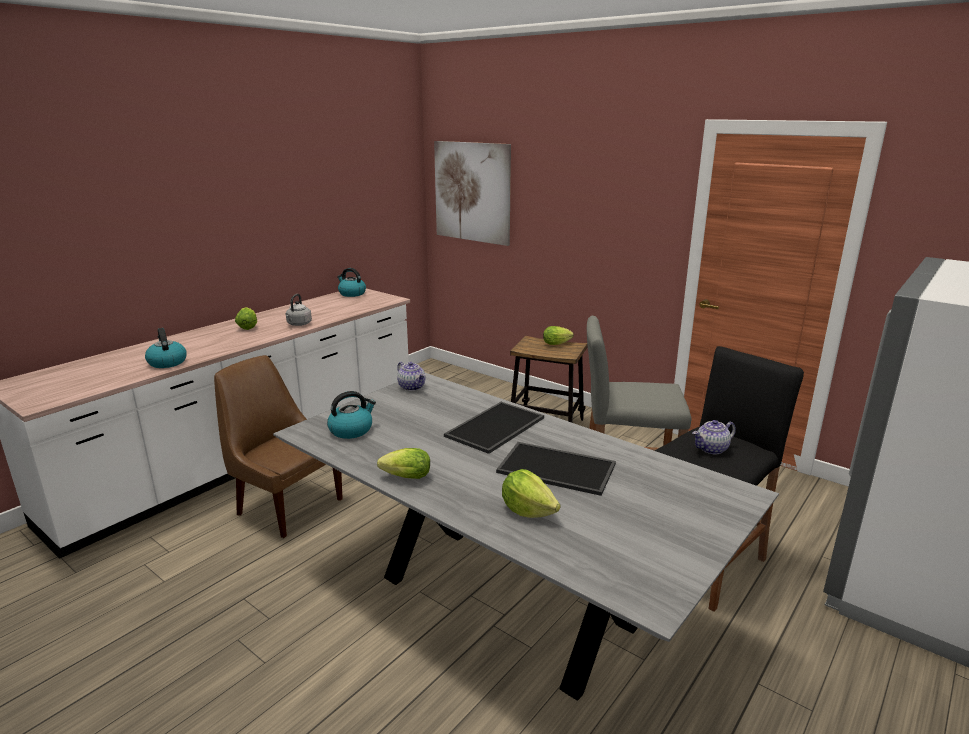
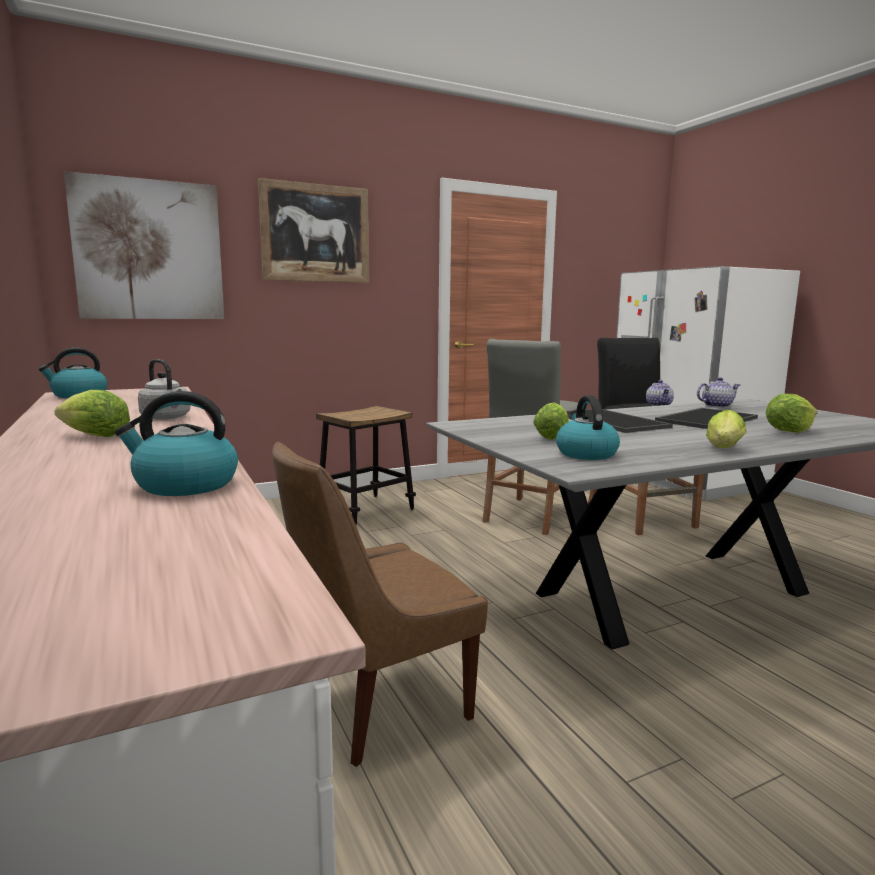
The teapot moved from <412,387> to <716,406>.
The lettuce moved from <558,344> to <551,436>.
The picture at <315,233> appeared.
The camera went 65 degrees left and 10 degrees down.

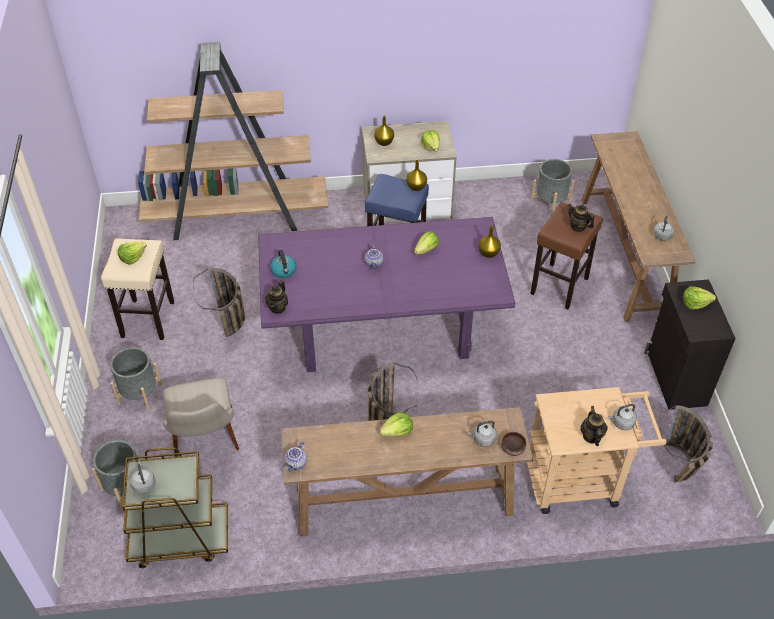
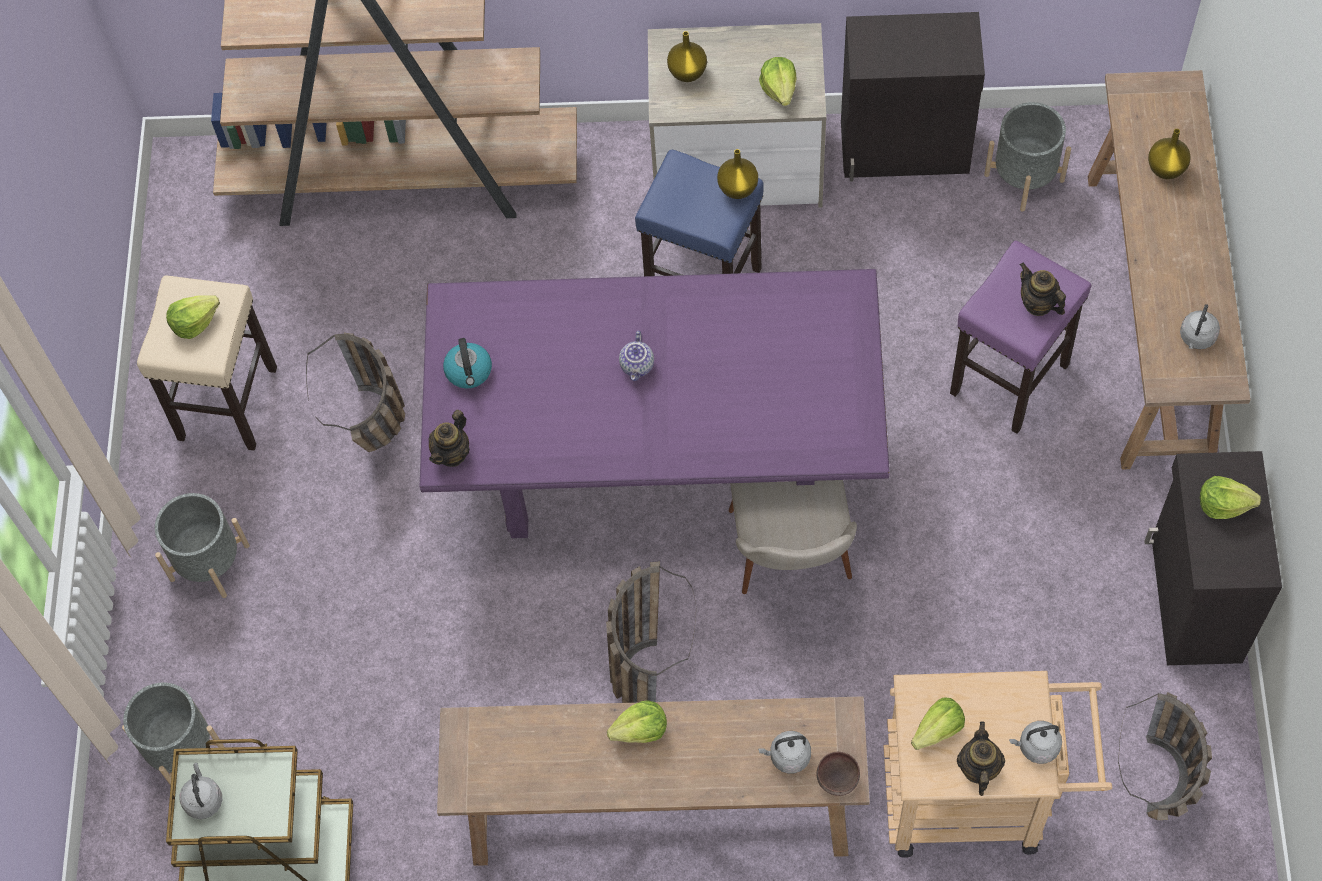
The beige chair moved from <206,445> to <793,565>.
The teapot at <296,463> disappeared.
The lettuce moved from <426,250> to <938,730>.
The yellow vase moved from <489,253> to <1166,169>.
The brown stool at <559,286> became the purple stool at <1008,380>.
The black cabinet at <905,149> appeared.
The camera went 10 degrees right and 15 degrees up.

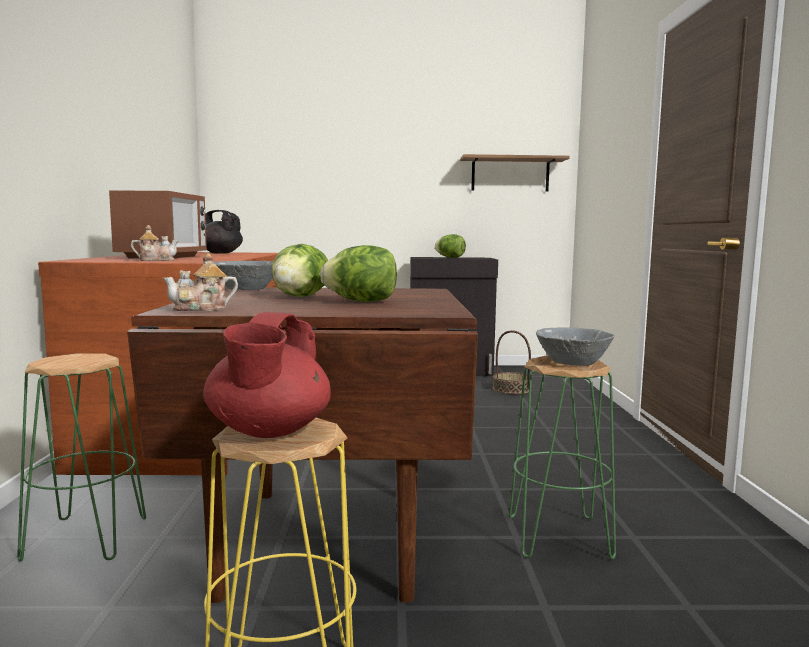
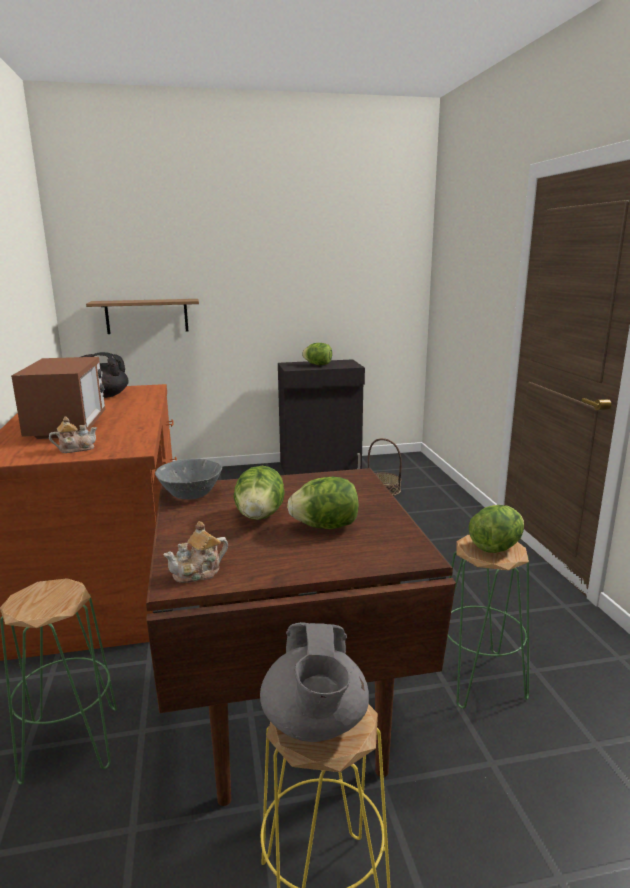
The red teapot at <268,432> became the grey teapot at <315,723>.
The shelf moved from <510,174> to <147,316>.
The grey bowl at <572,362> was replaced by the lettuce at <495,547>.
The camera went 10 degrees left and 10 degrees up.

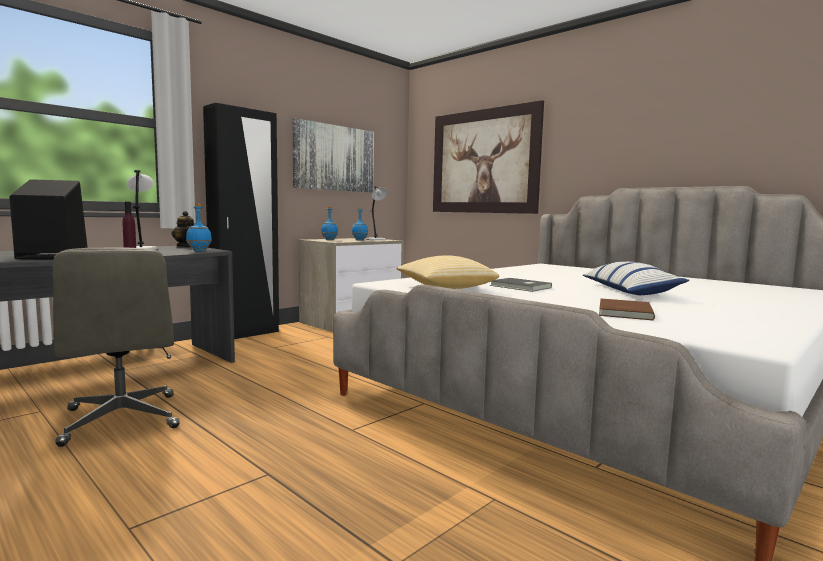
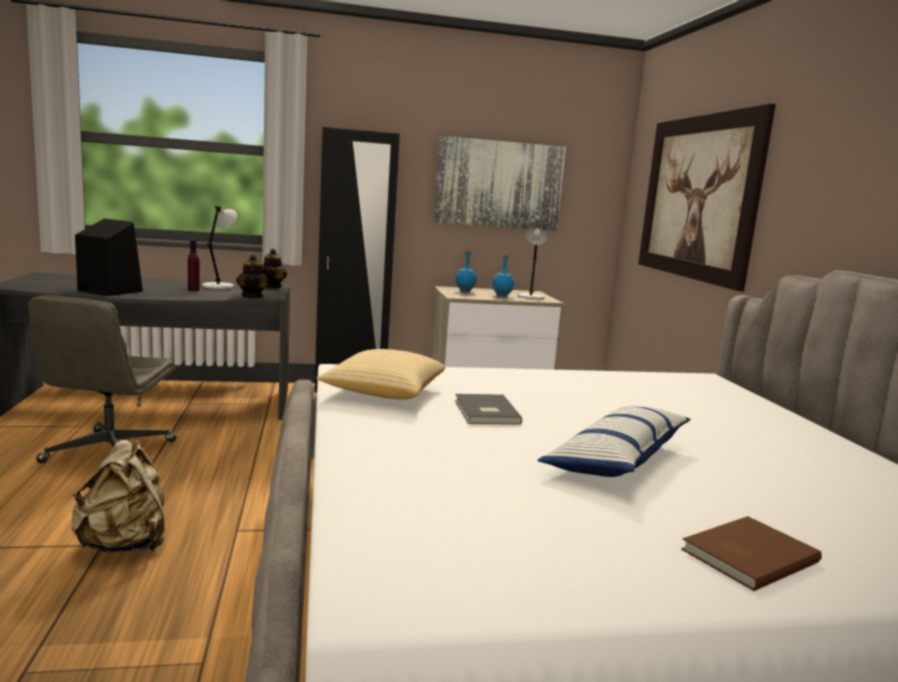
The blue bottle at <199,251> was replaced by the teapot at <252,296>.
The brown book moved from <623,312> to <745,554>.
The beige backpack at <124,545> appeared.
The camera went 35 degrees right and 5 degrees up.

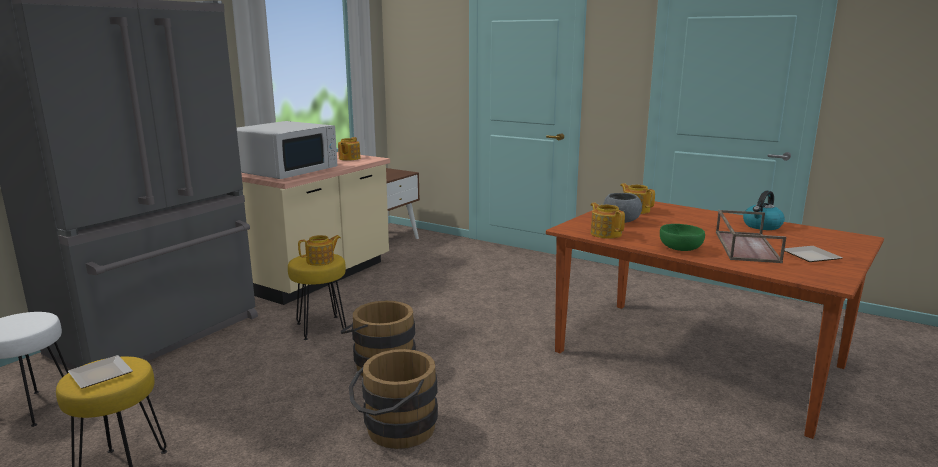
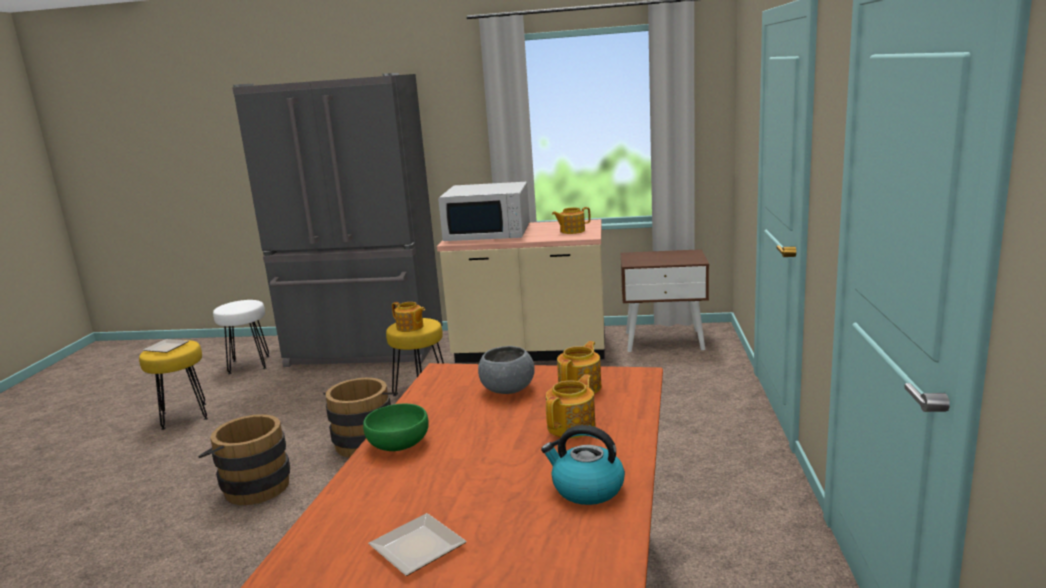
The teapot moved from <606,233> to <572,426>.
The brown tray at <745,246> disappeared.
The camera went 65 degrees right and 0 degrees up.

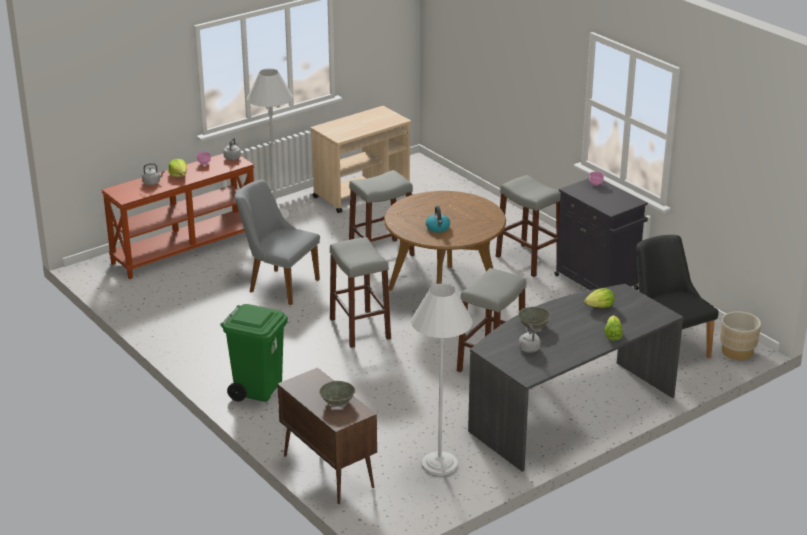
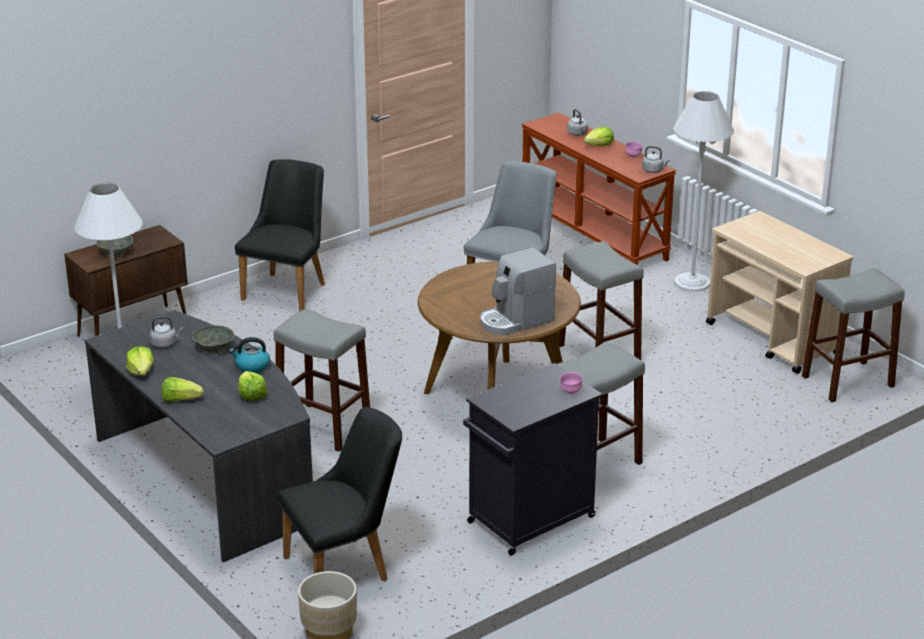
The green trash can at <258,390> was replaced by the black chair at <289,288>.
The grey stool moved from <360,328> to <848,381>.
The kettle moved from <438,228> to <252,366>.
The lettuce at <141,371> appeared.
The coffee machine at <515,320> appeared.
The camera went 90 degrees right and 0 degrees up.

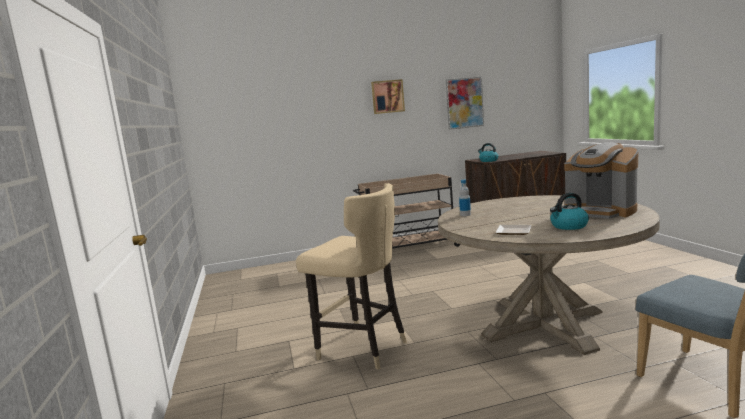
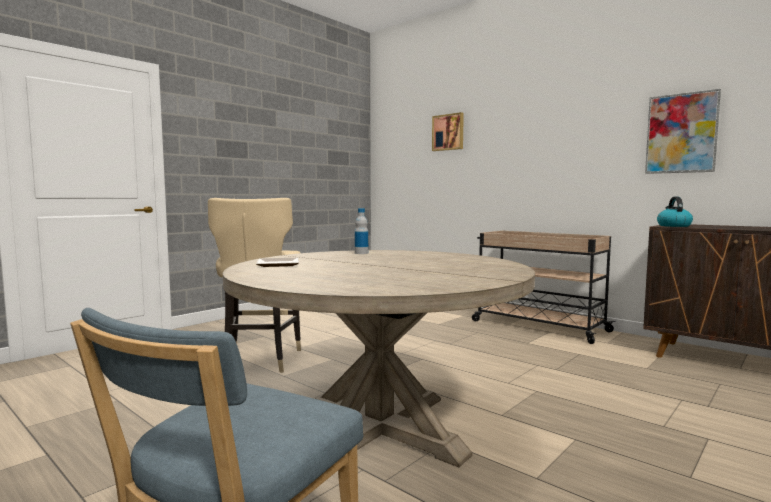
The picture moved from <387,96> to <448,132>.
The kettle at <568,226> disappeared.
The coffee machine at <600,212> disappeared.
The camera went 55 degrees right and 5 degrees down.

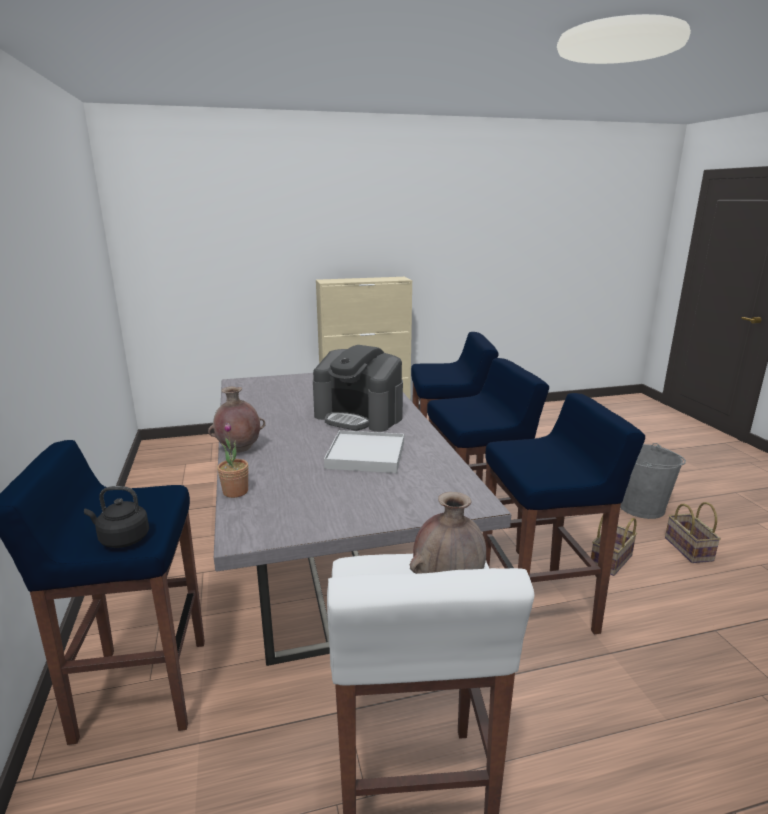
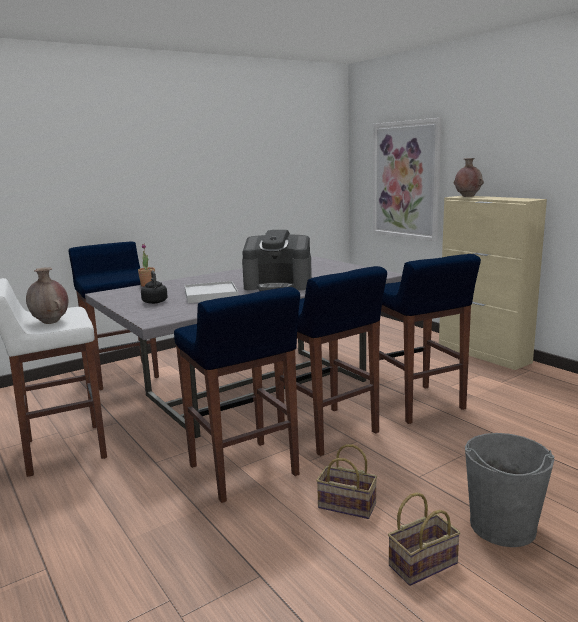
The black kettle moved from <122,539> to <155,301>.
The brown vase moved from <239,449> to <467,196>.
The coffee machine at <359,416> turned 90 degrees counterclockwise.
The picture at <406,180> appeared.
The camera went 70 degrees right and 5 degrees down.

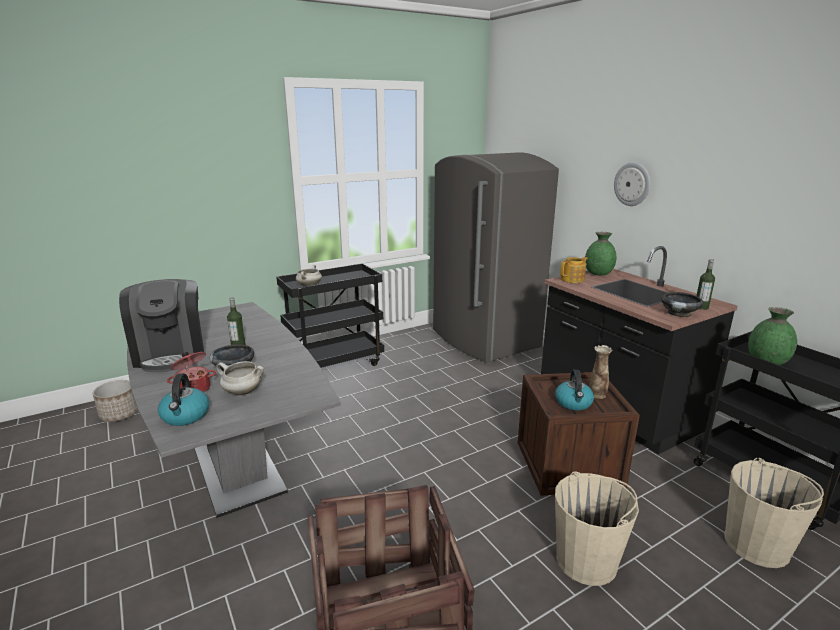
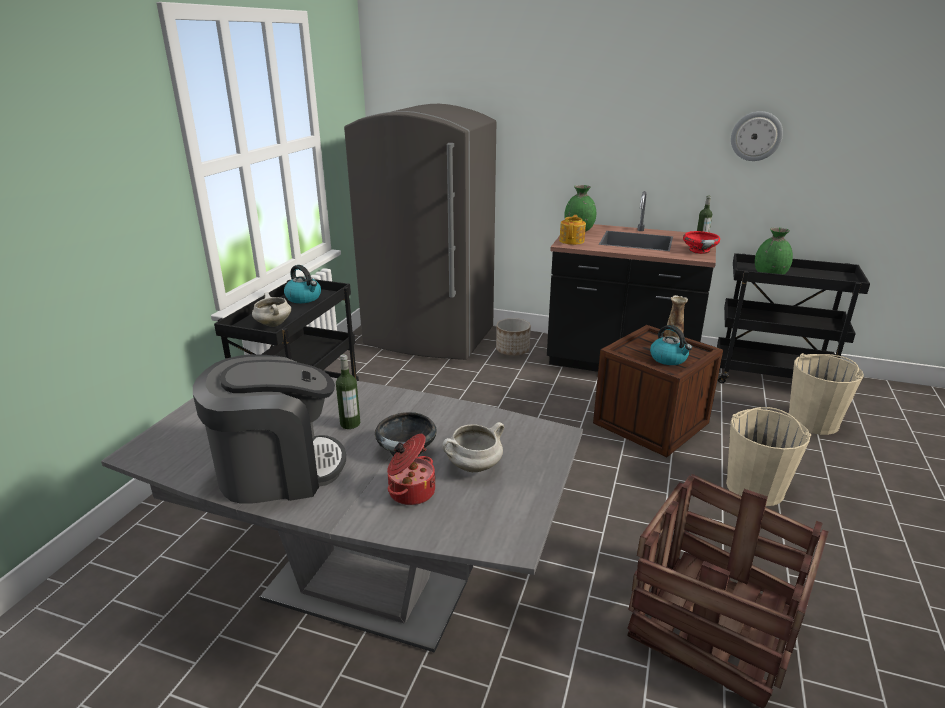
The planter moved from <119,414> to <512,350>.
The coffee machine at <171,354> turned 45 degrees counterclockwise.
The kettle moved from <185,416> to <304,298>.
The wall clock moved from <632,184> to <756,136>.
The black bowl at <679,313> became the red bowl at <699,251>.
The camera went 40 degrees left and 5 degrees up.

